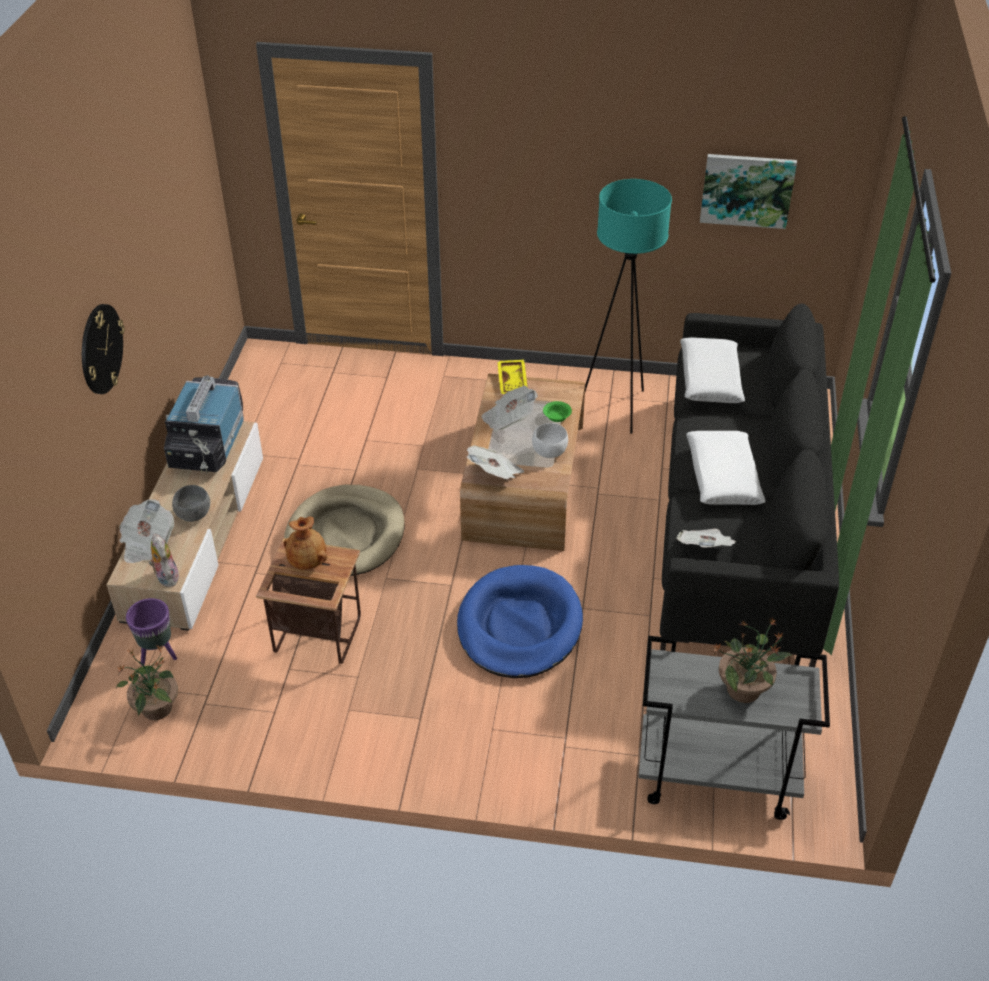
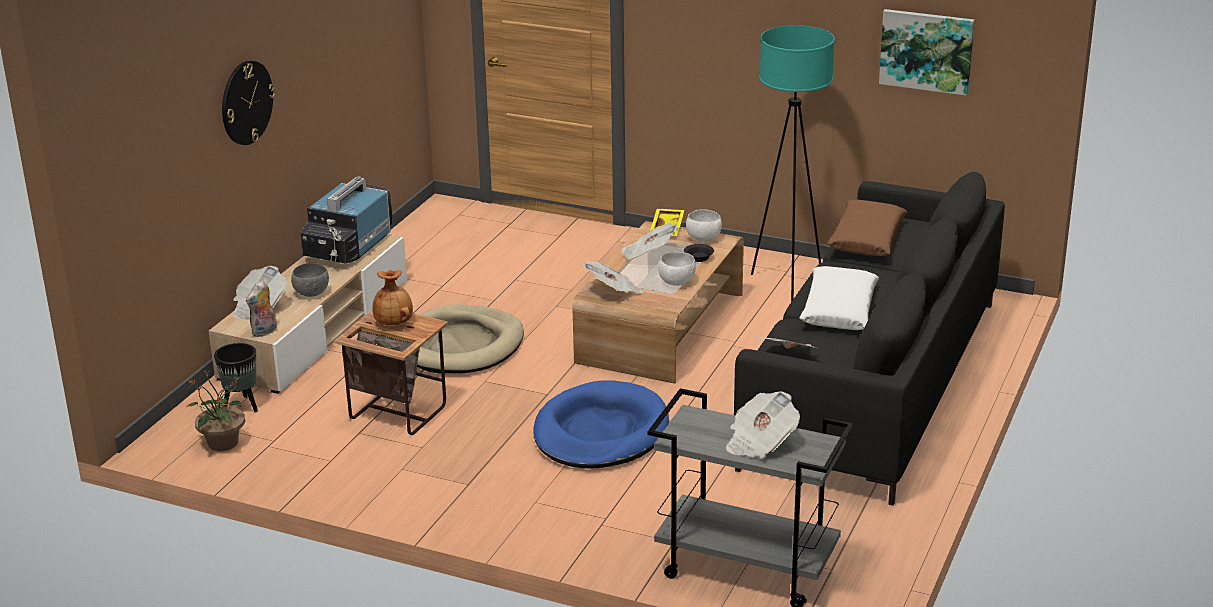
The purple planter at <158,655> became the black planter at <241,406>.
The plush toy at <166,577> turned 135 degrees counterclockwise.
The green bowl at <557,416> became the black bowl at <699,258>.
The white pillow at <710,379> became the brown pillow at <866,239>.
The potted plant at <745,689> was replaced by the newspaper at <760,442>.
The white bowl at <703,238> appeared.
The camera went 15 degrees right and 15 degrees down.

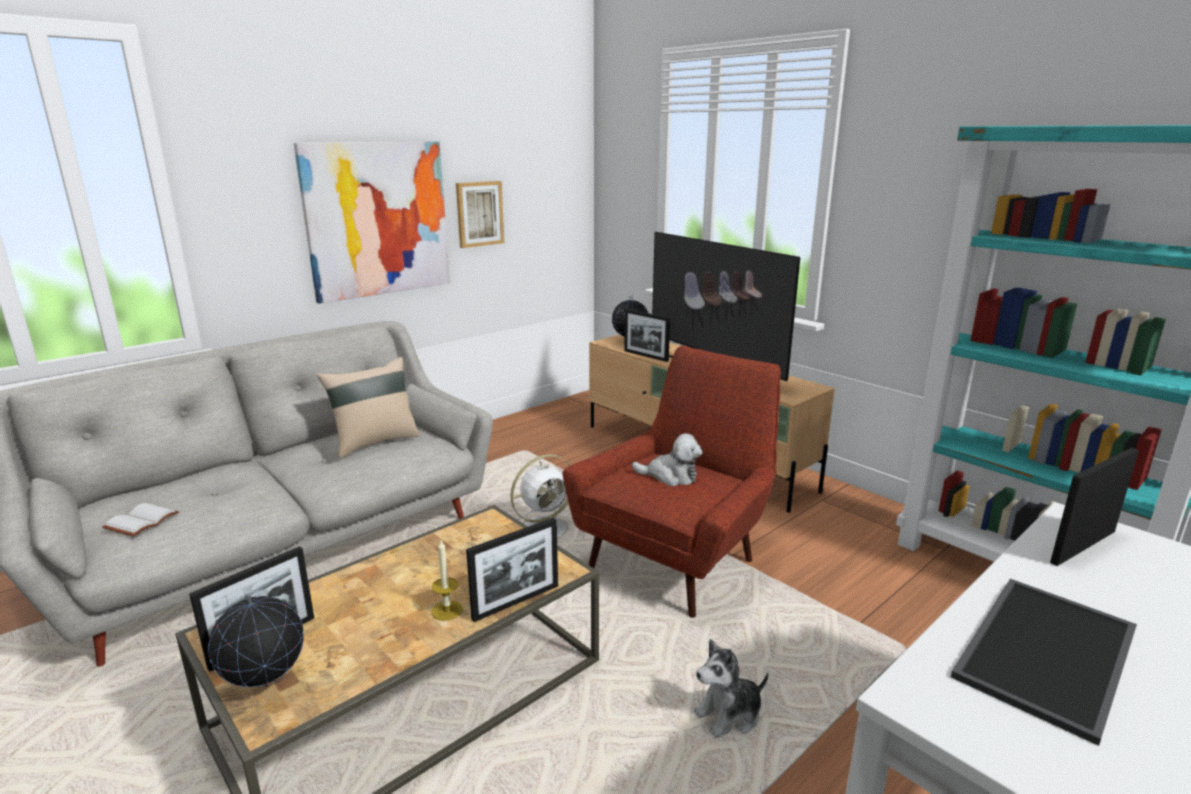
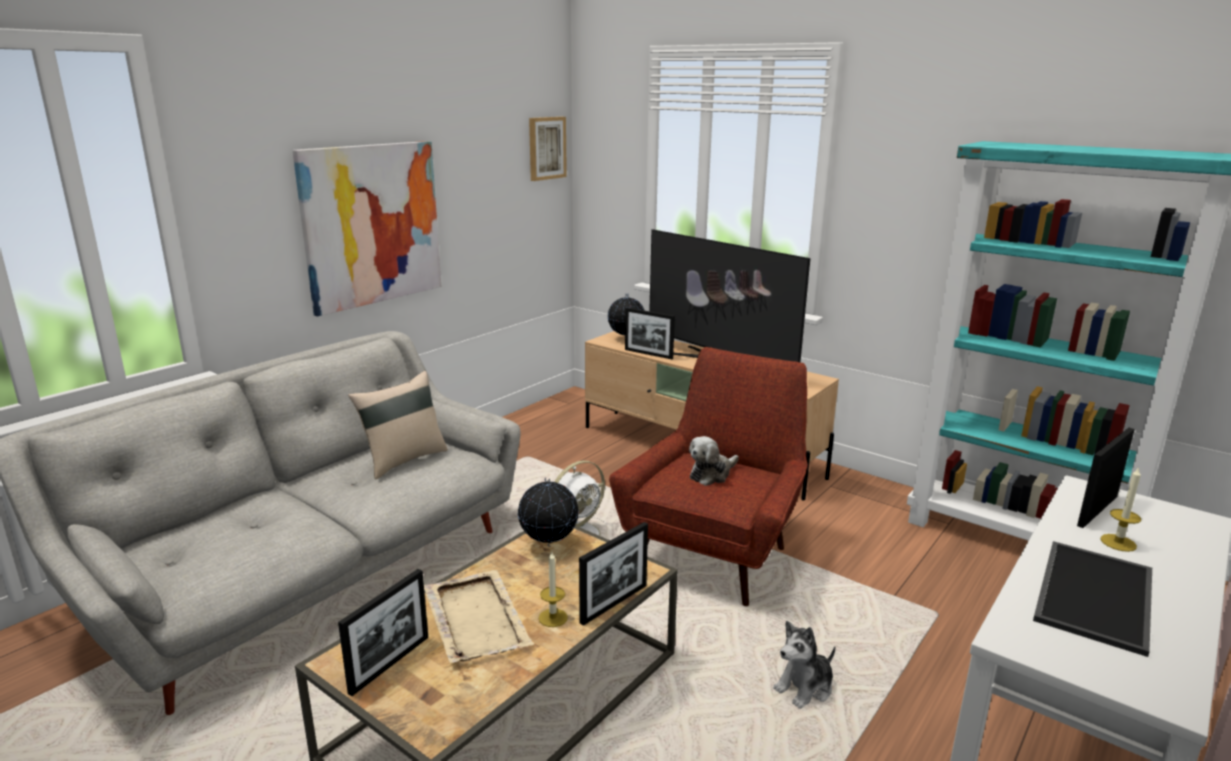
The white book at <142,522> disappeared.
The globe moved from <266,684> to <548,545>.
The picture moved from <479,214> to <546,148>.
The plush toy at <670,476> turned 135 degrees clockwise.
The beige tray at <475,618> appeared.
The candle at <1118,542> appeared.
The camera went 10 degrees left and 0 degrees up.

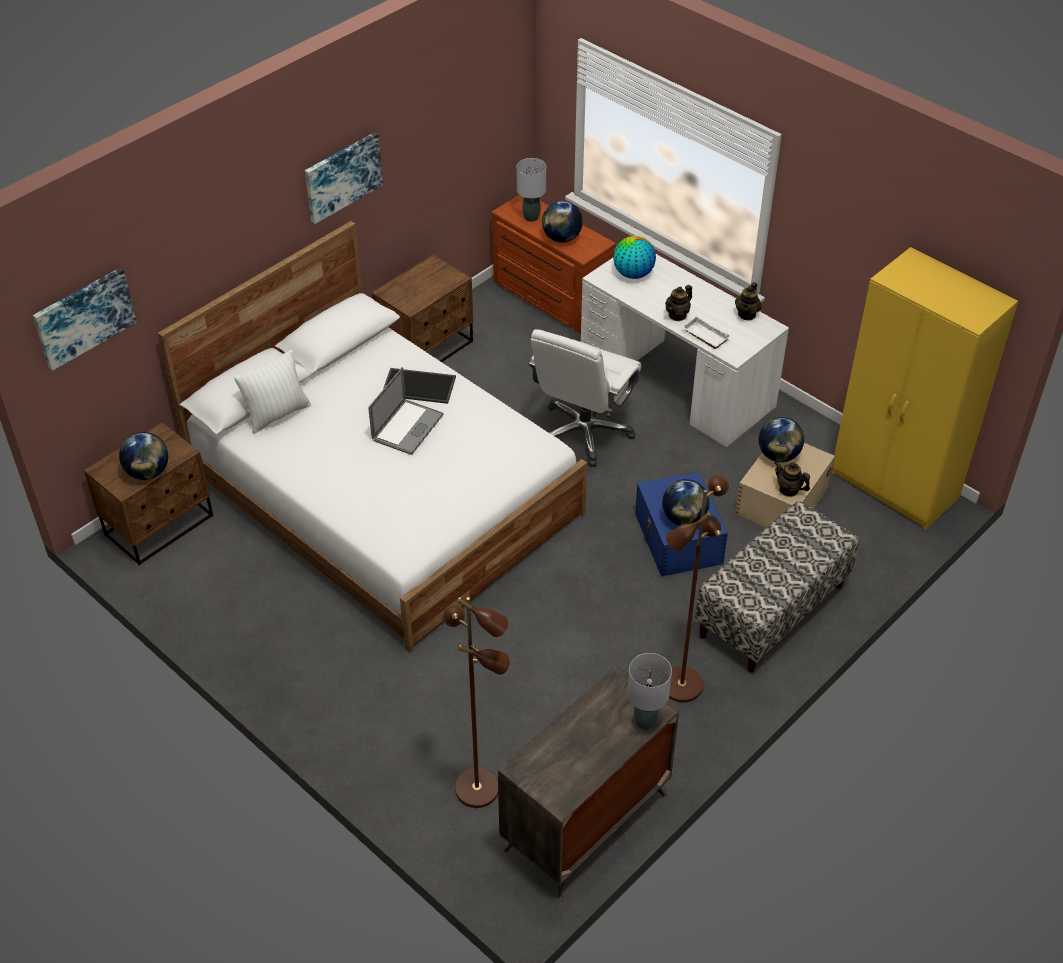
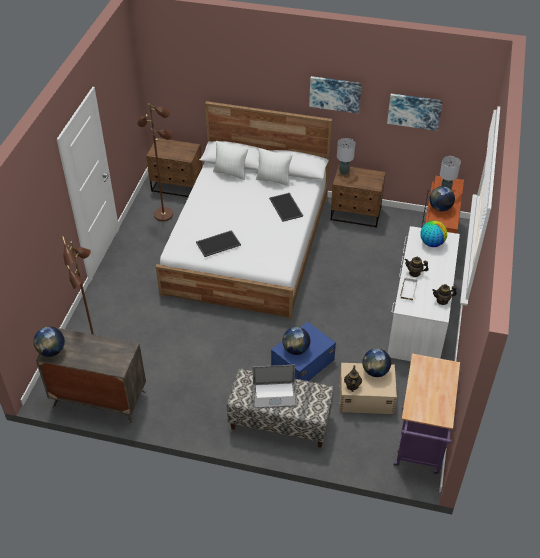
The picture moved from <84,317> to <414,111>.
The globe moved from <148,472> to <51,351>.
The laptop moved from <407,427> to <274,395>.
The white office chair at <584,432> disappeared.
The grey table lamp moved from <645,722> to <344,172>.
The brown floor lamp moved from <680,684> to <164,214>.
The yellow wardrobe at <895,486> was replaced by the purple cart at <419,446>.
The tray at <218,243> appeared.
The white pillow at <273,180> appeared.
The camera went 60 degrees right and 0 degrees up.

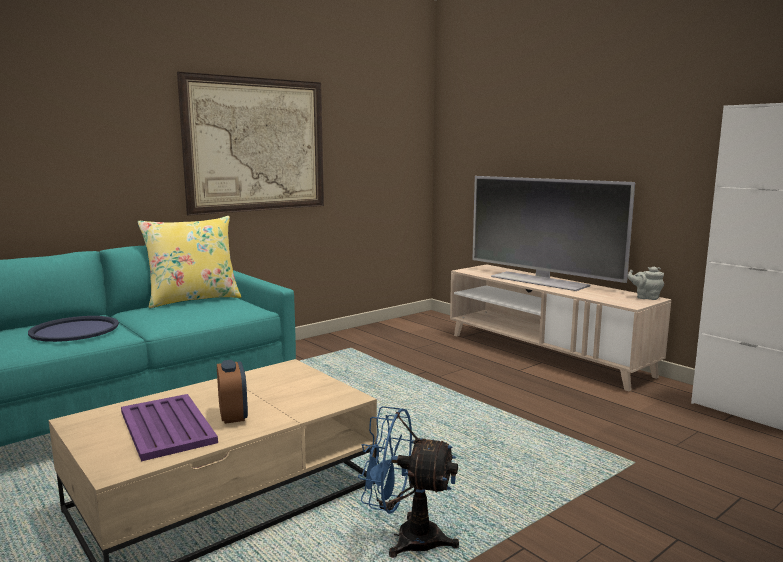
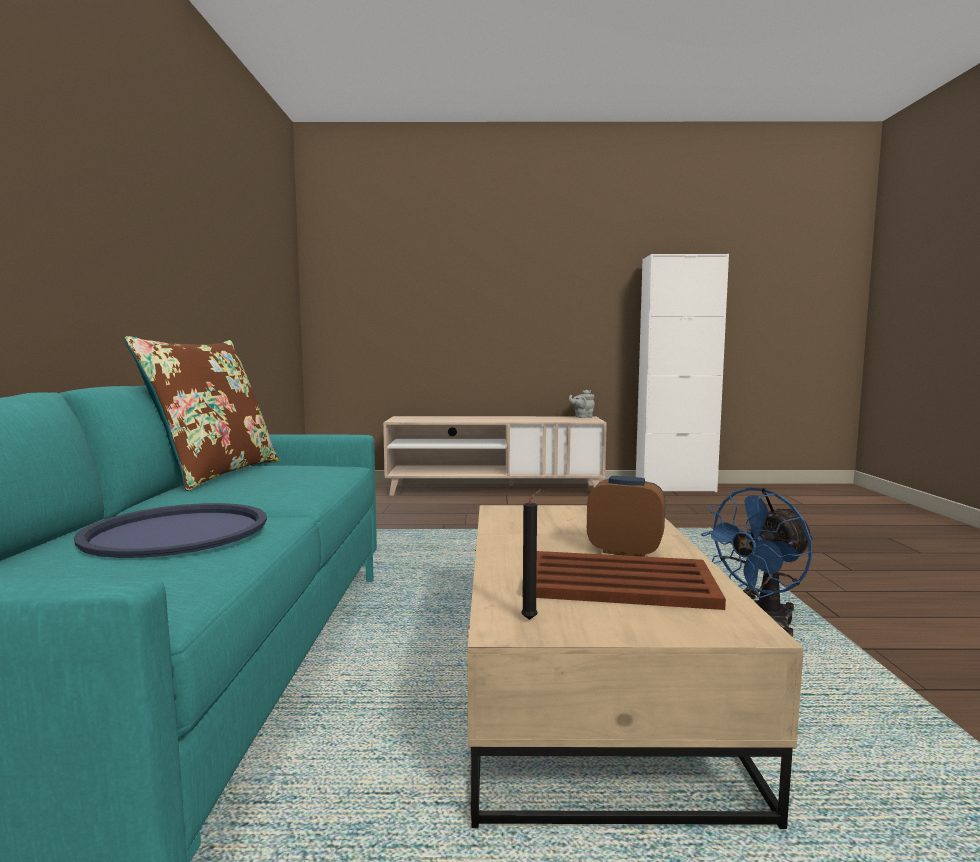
The purple tray at <167,426> became the brown tray at <616,581>.
The yellow pillow at <193,299> became the brown pillow at <215,474>.
The picture at <256,145> disappeared.
The television at <540,281> disappeared.
The black candle at <531,619> appeared.
The camera went 50 degrees left and 5 degrees down.

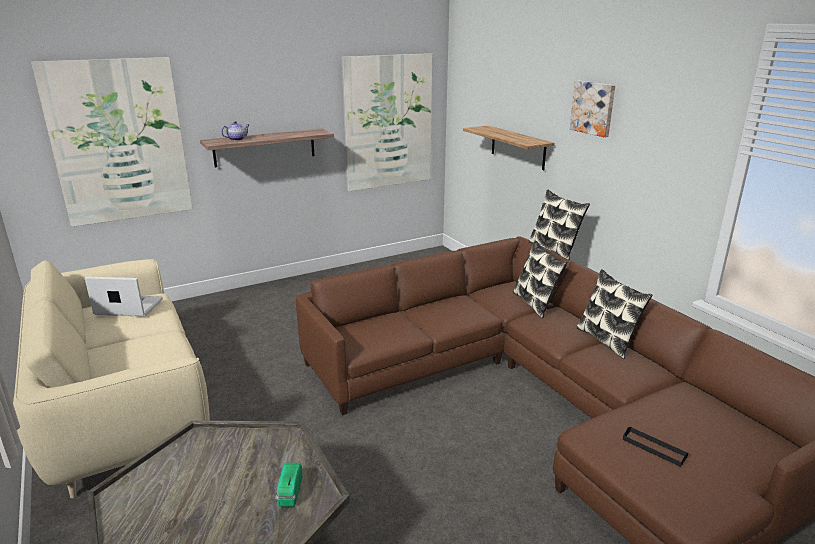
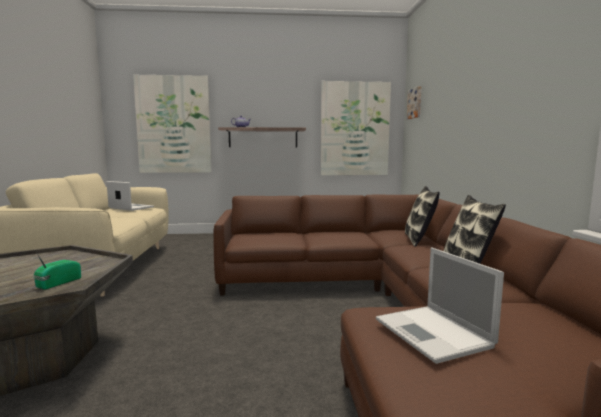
The shelf at <518,147> disappeared.
The pillow at <554,249> disappeared.
The picture moved from <593,108> to <415,103>.
The black tray at <654,448> was replaced by the laptop at <434,333>.
The camera went 25 degrees right and 15 degrees down.

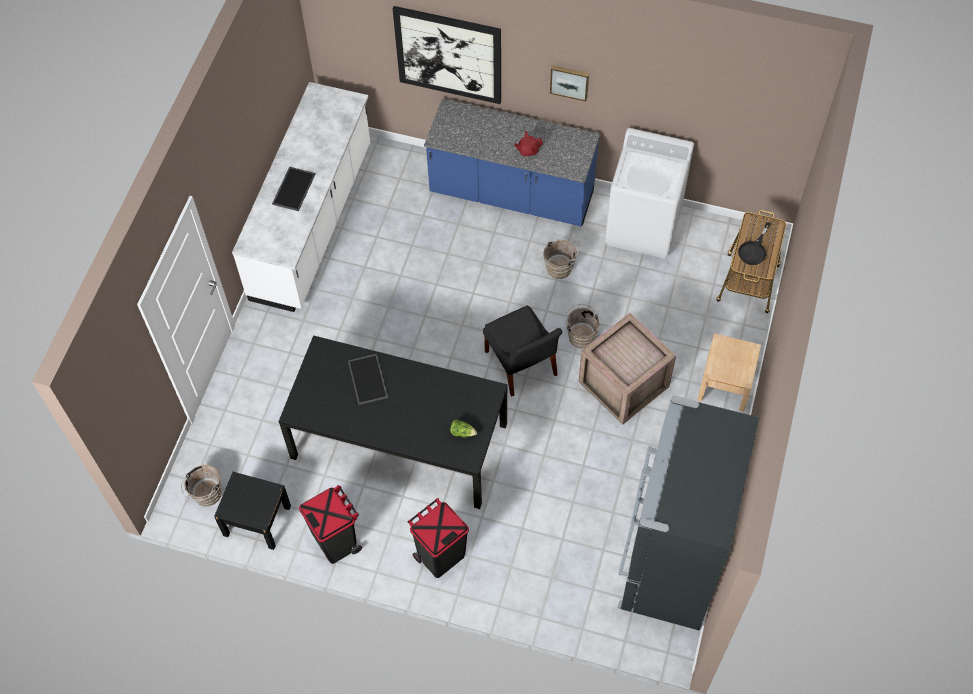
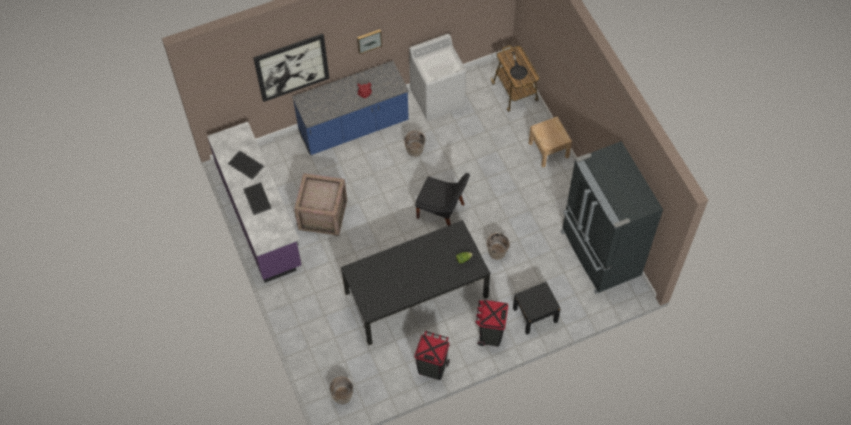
The black nightstand moved from <257,520> to <535,315>.
The white counter at <313,222> became the purple counter at <259,216>.
The tray moved from <368,379> to <246,165>.
The brown bucket moved from <580,335> to <495,251>.
The crate moved from <623,385> to <323,215>.
The camera went 40 degrees left and 0 degrees up.

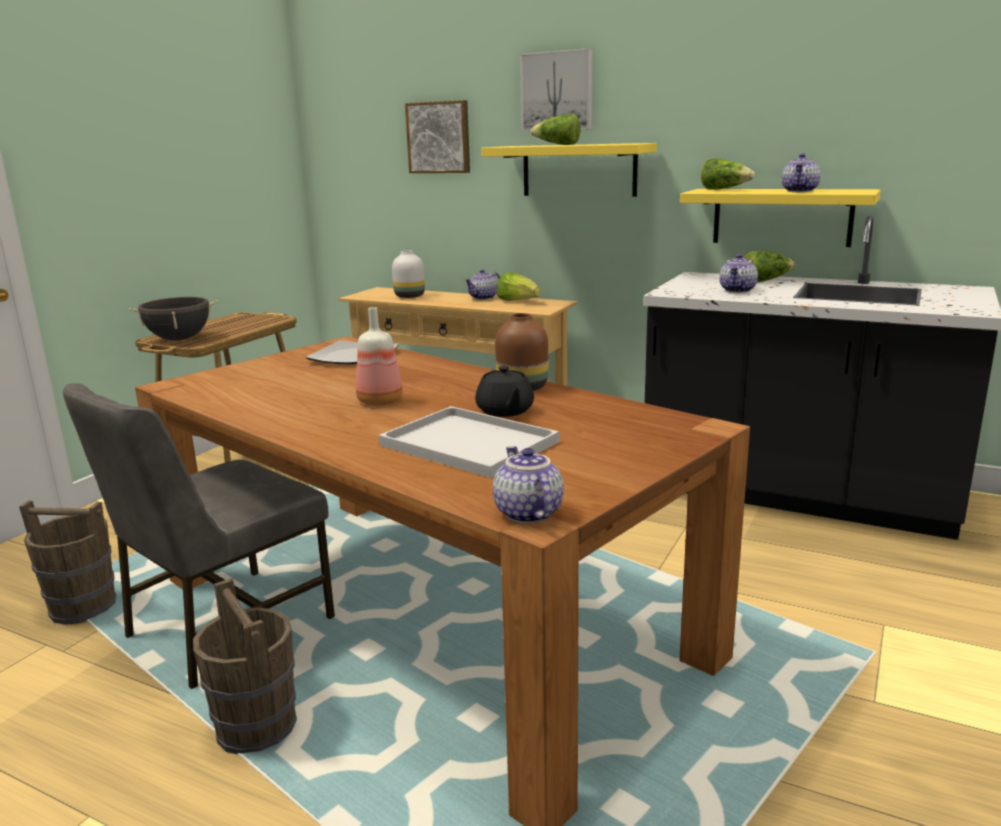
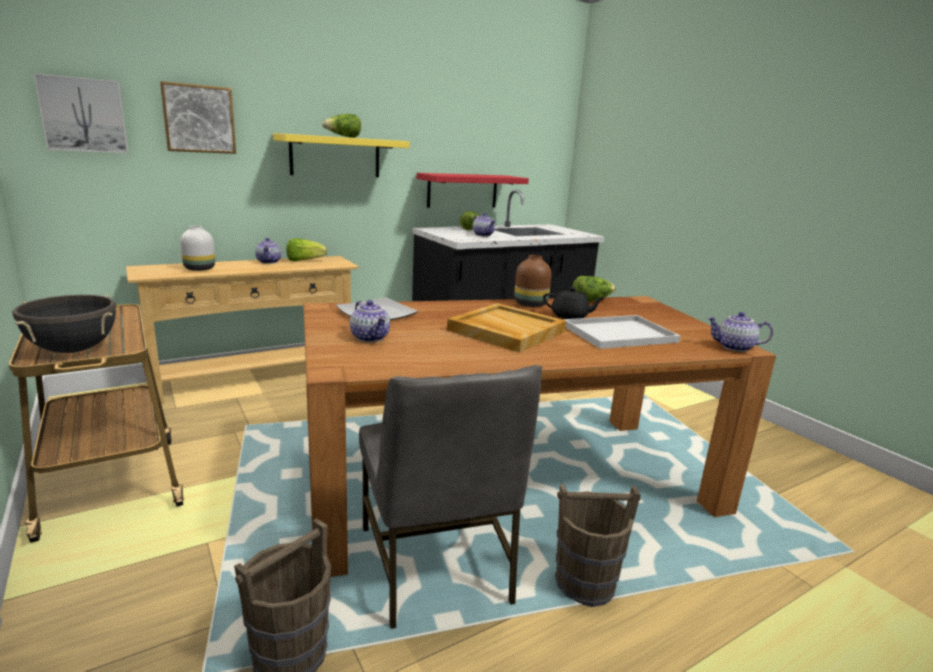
The bottle at <379,401> was replaced by the beige tray at <505,331>.
The picture moved from <557,91> to <83,115>.
The yellow shelf at <782,217> became the red shelf at <462,190>.
The lettuce moved from <724,189> to <591,301>.
The teapot moved from <800,191> to <371,338>.
The camera went 60 degrees left and 0 degrees up.

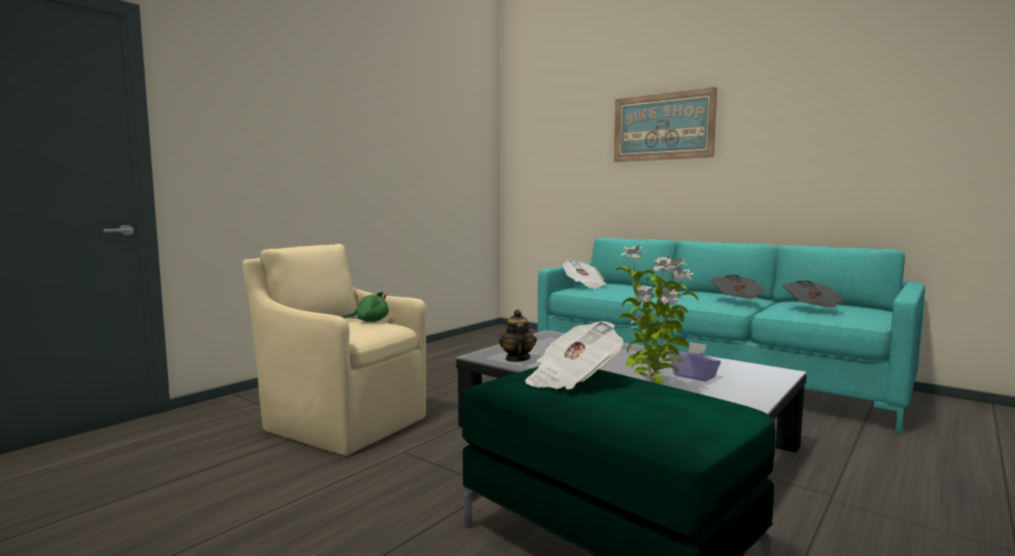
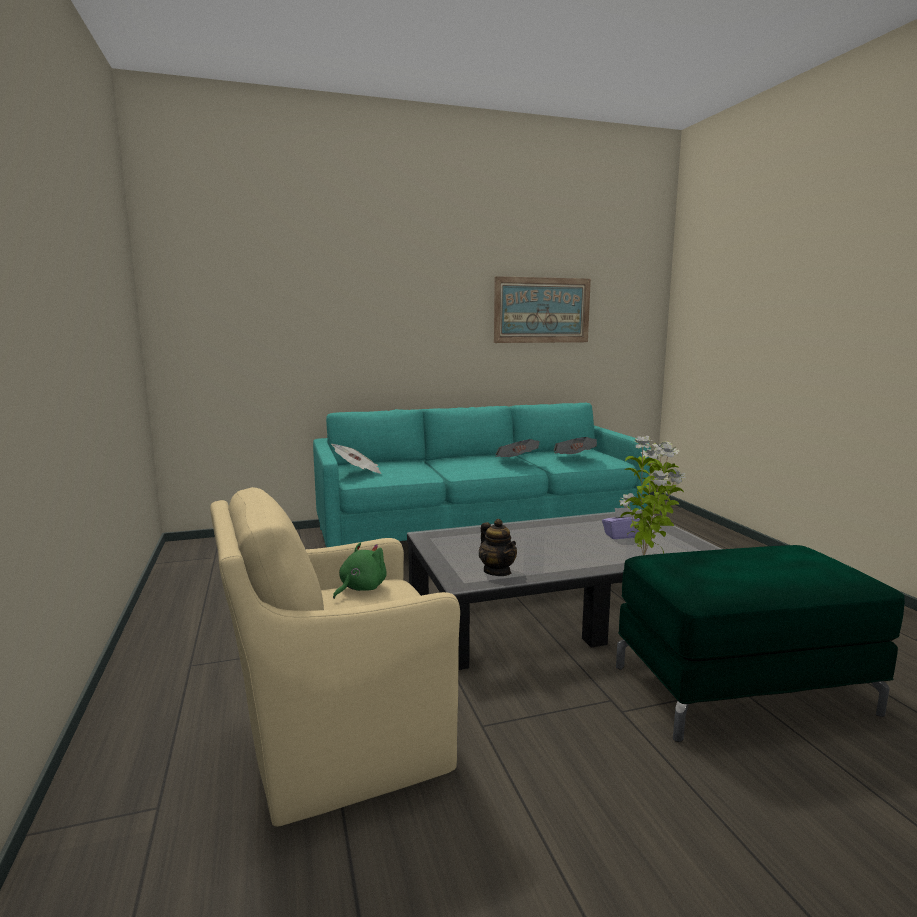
The teapot at <517,359> turned 150 degrees counterclockwise.
The newspaper at <572,380> disappeared.
The picture moved from <662,127> to <542,310>.
The camera went 55 degrees left and 5 degrees up.

